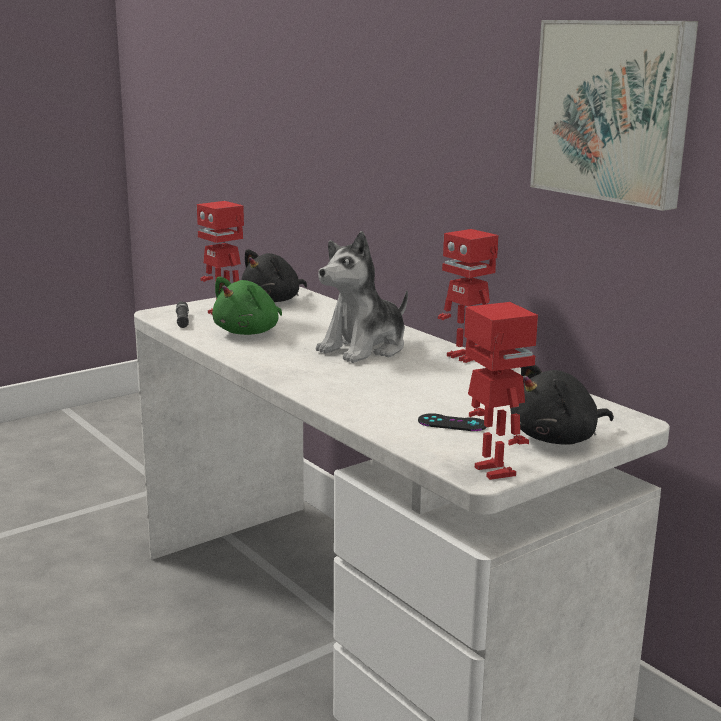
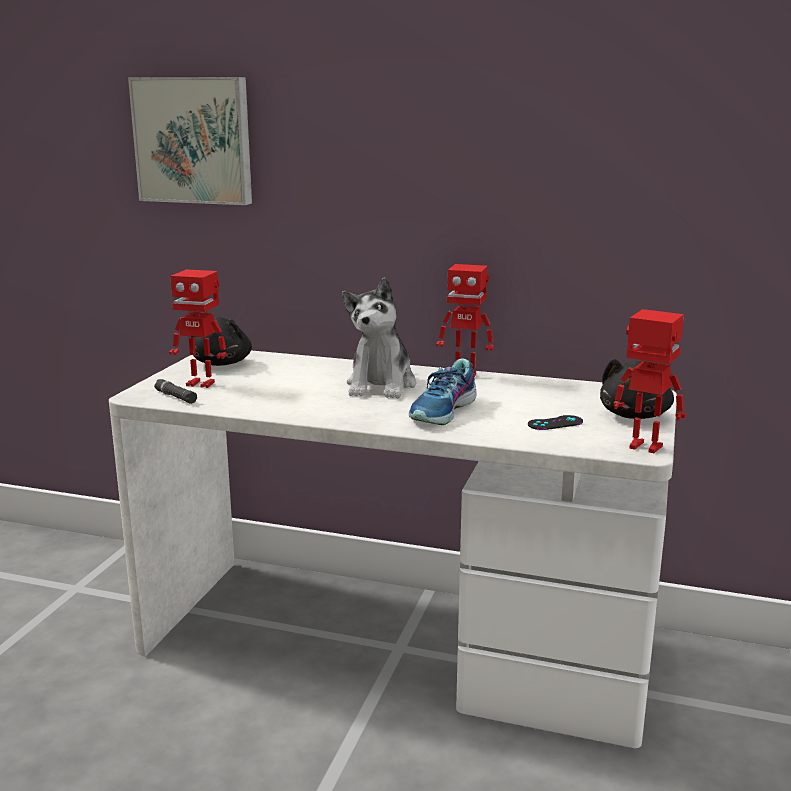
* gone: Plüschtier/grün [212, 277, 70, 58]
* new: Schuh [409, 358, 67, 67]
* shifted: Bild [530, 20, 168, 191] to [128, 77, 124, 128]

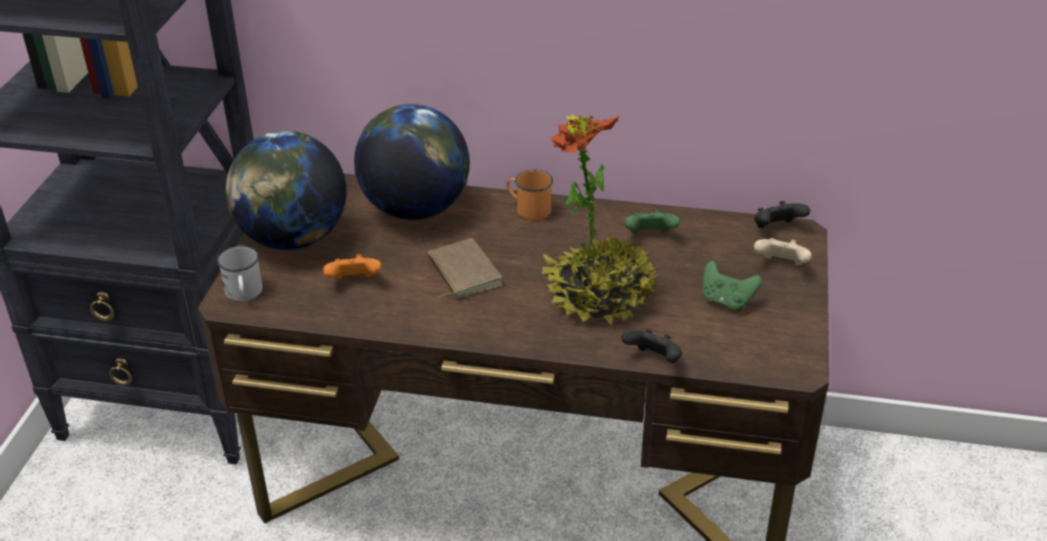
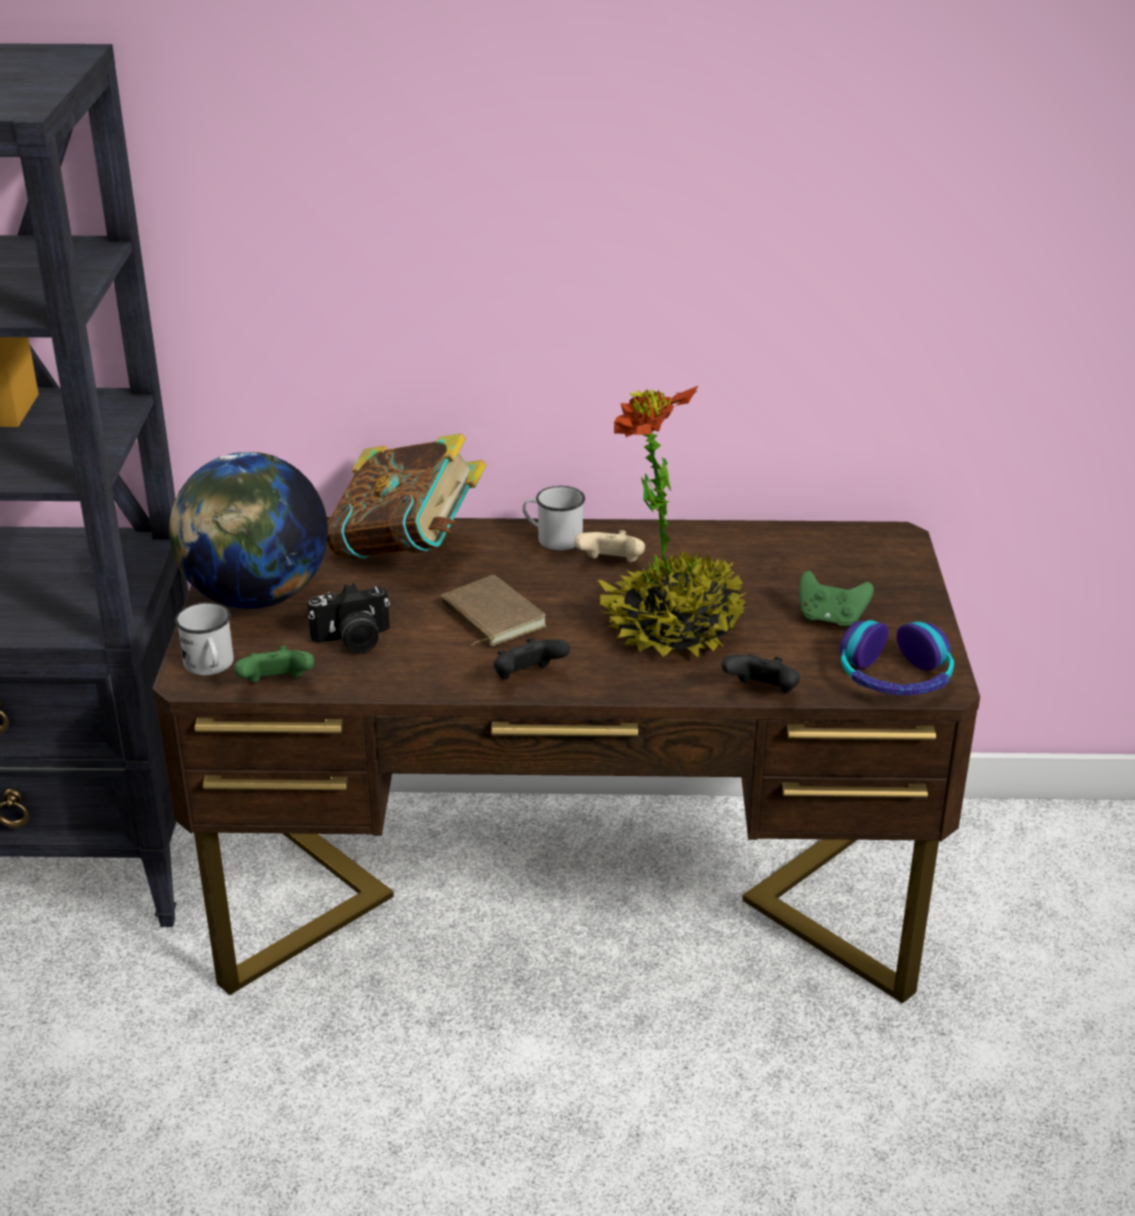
* new: Kopfhörer [840, 620, 114, 76]
* shifted: Gamepad/grün [624, 210, 56, 23] to [234, 646, 80, 37]
* shifted: Gamepad/schwarz [754, 201, 56, 27] to [494, 637, 76, 42]
* shifted: Gamepad/beige [754, 238, 58, 27] to [574, 530, 71, 32]
* swapped: Gamepad/orange [323, 254, 59, 26] to Kamera [307, 583, 83, 70]
* swapped: Globus [354, 104, 116, 116] to Buch [327, 433, 159, 127]
* repainted: Henkelbecher/orange [507, 170, 46, 51] to Henkelbecher/weiß [523, 486, 62, 64]

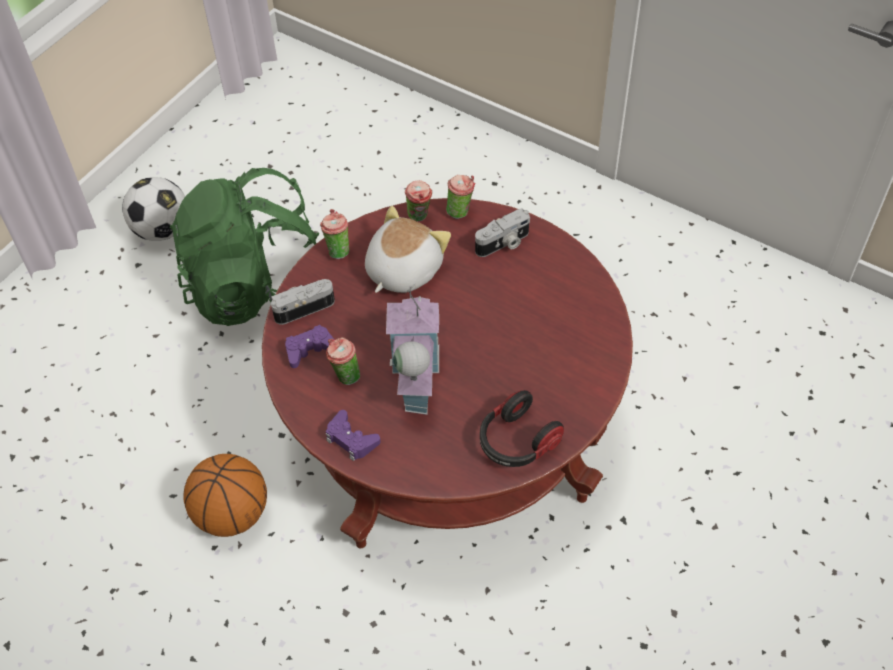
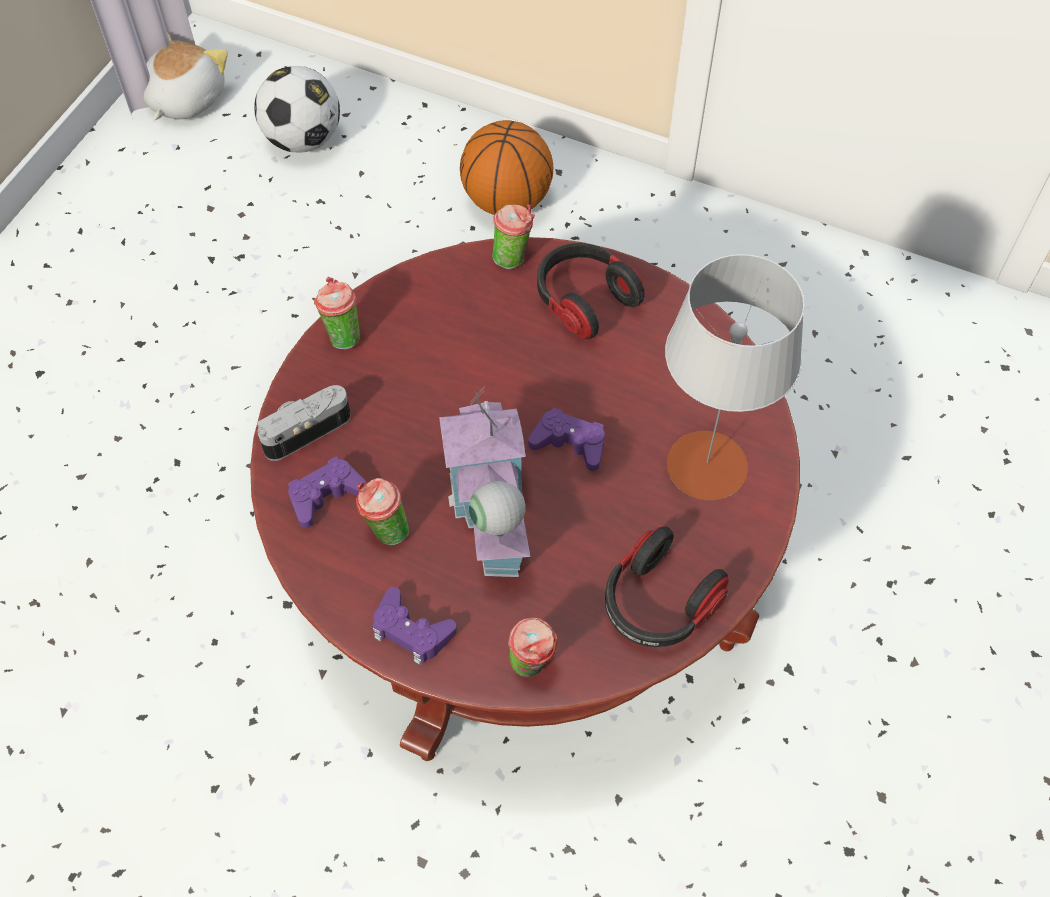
* gone: Rucksack/grün [170, 168, 149, 158]
* new: Gamepad/lila [528, 408, 77, 63]
* new: Tischlampe/grau [665, 254, 140, 247]
* shifted: Fußball [122, 177, 63, 64] to [254, 66, 86, 87]
* shifted: Basketball [184, 454, 83, 83] to [460, 120, 93, 95]
* shifted: Plüschtier [365, 206, 86, 87] to [144, 33, 84, 87]
* shifted: Tasse [405, 180, 27, 41] to [509, 617, 48, 60]
* swapped: Kamera [475, 209, 55, 48] to Kopfhörer [537, 243, 108, 96]

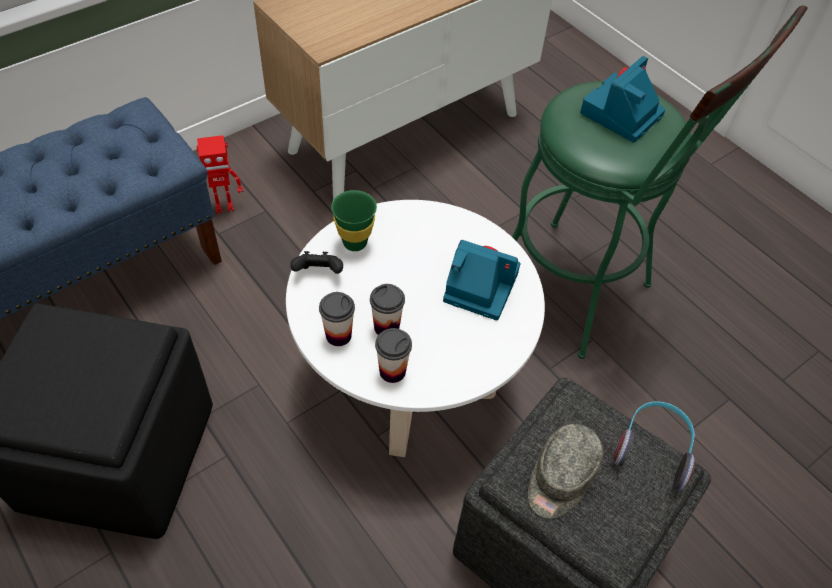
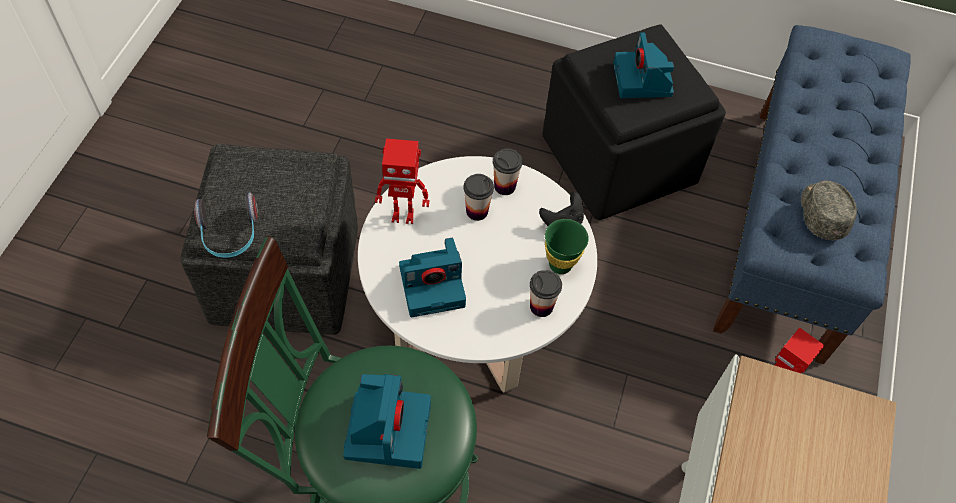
* new: Spielzeugroboter [375, 139, 54, 85]
* new: Kamera [613, 32, 61, 66]
* shifted: Tasse [375, 328, 37, 55] to [530, 270, 32, 47]
* shifted: Kappe/grau [528, 424, 75, 95] to [801, 180, 56, 60]

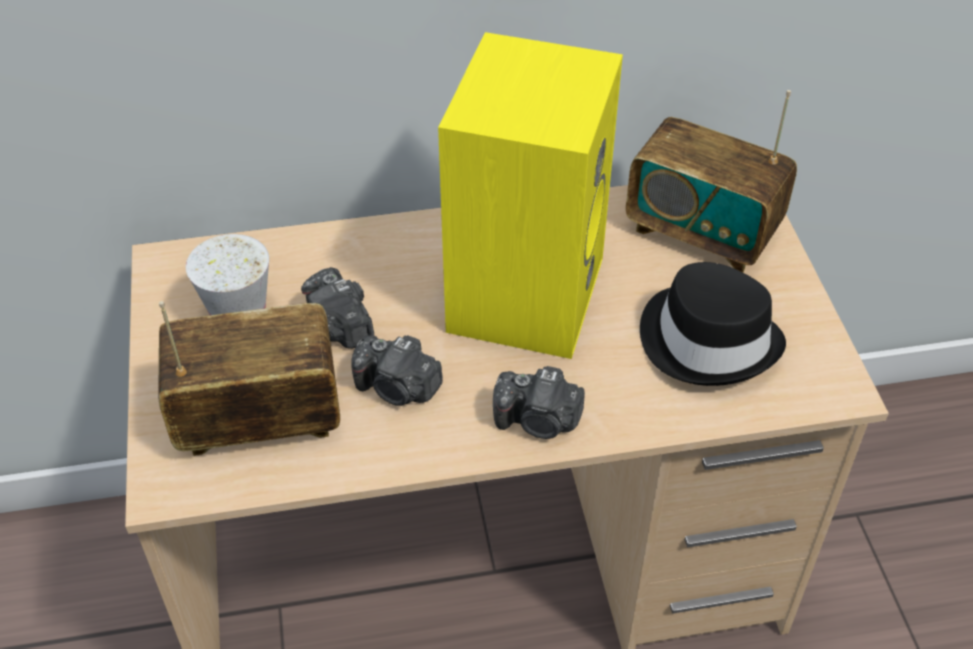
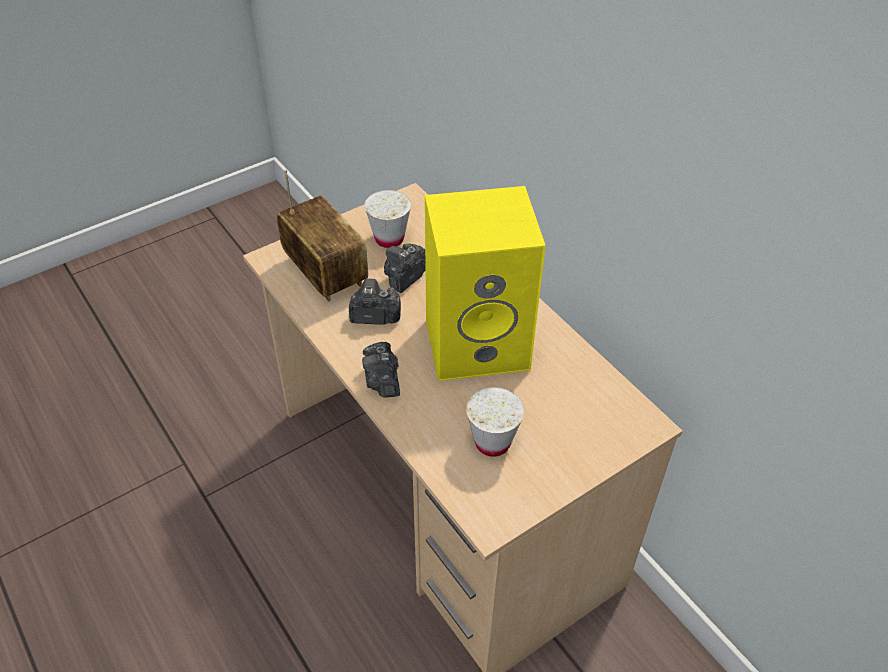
* gone: Radio [626, 90, 171, 182]
* swapped: Hut/schwarz [640, 262, 146, 124] to Tasse/weiß [466, 387, 58, 70]
* rotated: Kamera [351, 335, 92, 71] = [349, 279, 52, 46] 90 degrees clockwise

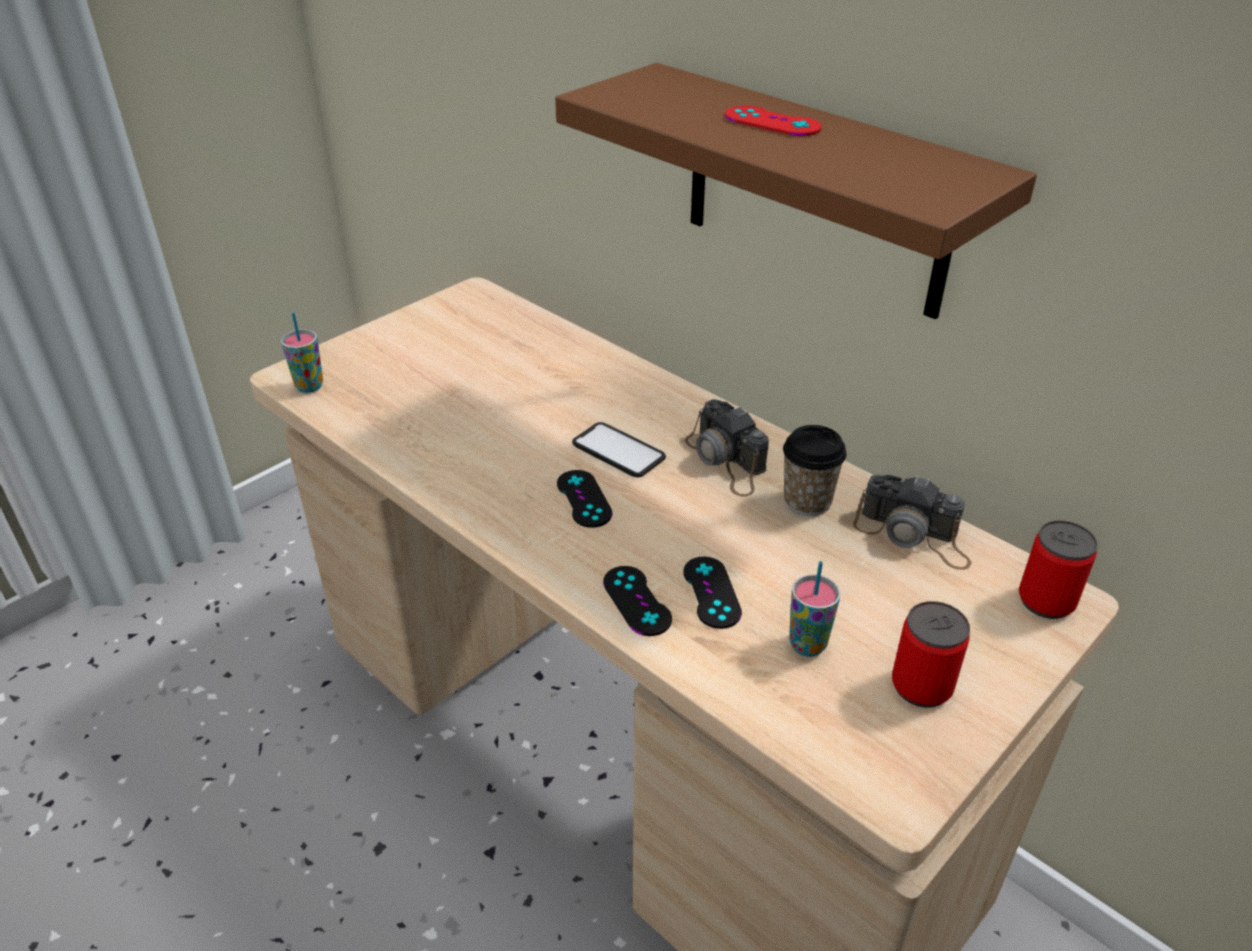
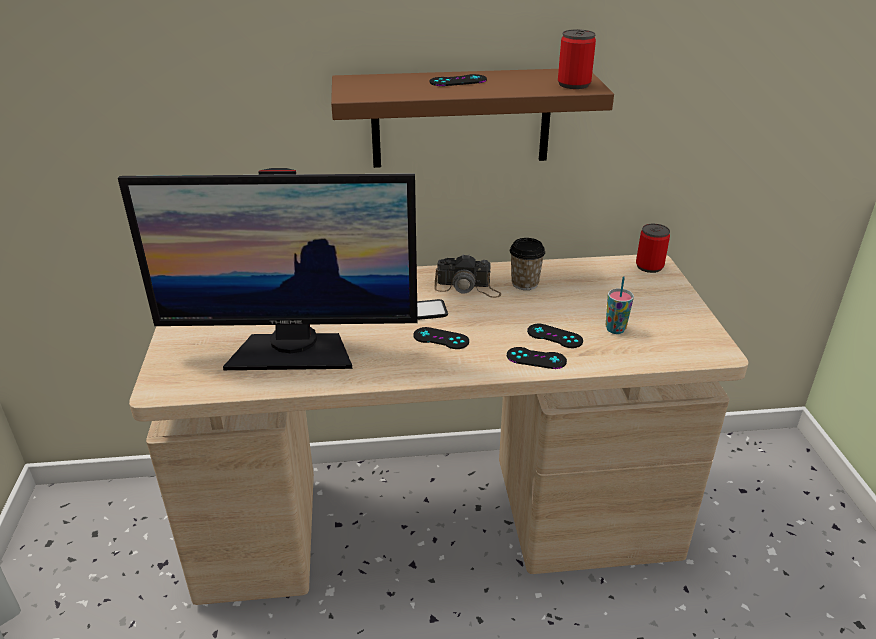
* gone: Tasse [281, 312, 42, 81]
* gone: Kamera [853, 475, 118, 95]
* new: Monitor [118, 168, 300, 202]
* shifted: Dose [892, 601, 78, 107] to [558, 29, 38, 60]
* repainted: Gamepad/rot [725, 106, 97, 30] to Gamepad/schwarz [429, 74, 58, 12]

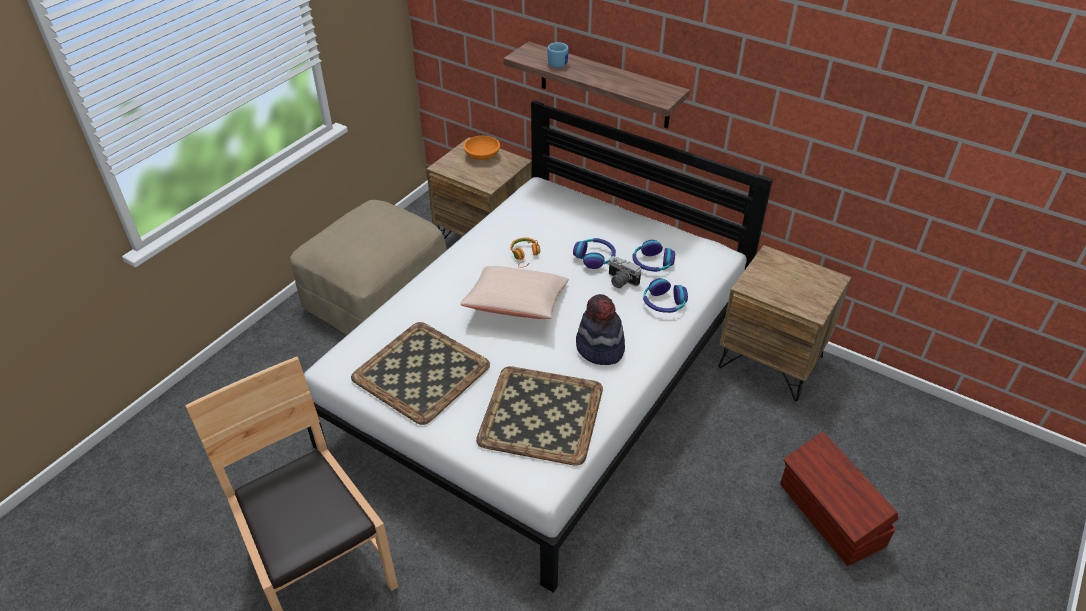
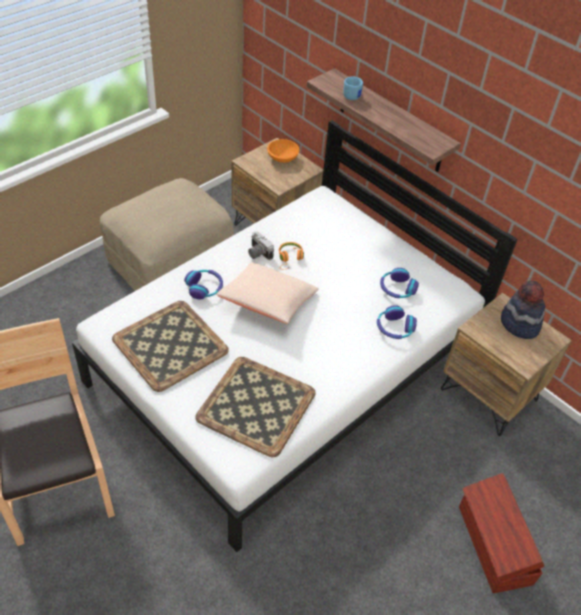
* shifted: Kopfhörer [573, 238, 43, 31] to [184, 270, 39, 30]
* shifted: Hut [576, 294, 49, 71] to [501, 280, 44, 59]
* shifted: Kamera [608, 256, 33, 32] to [248, 231, 26, 29]

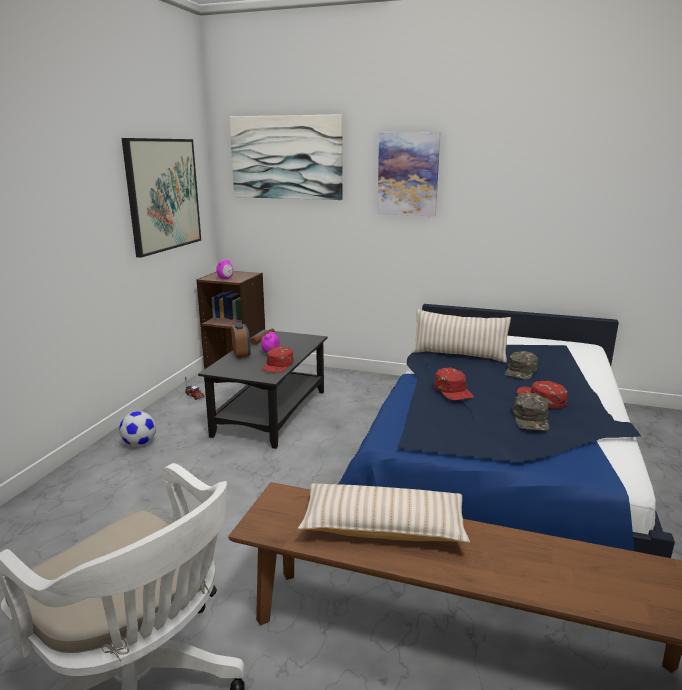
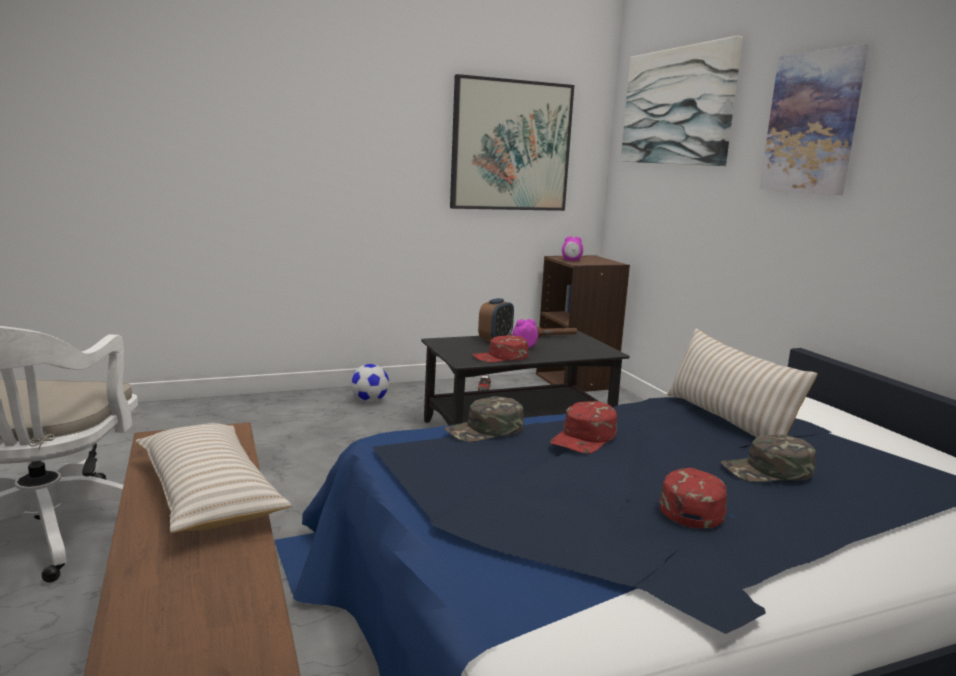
* shifted: Kappe/grün [513, 393, 36, 38] to [445, 396, 79, 46]

